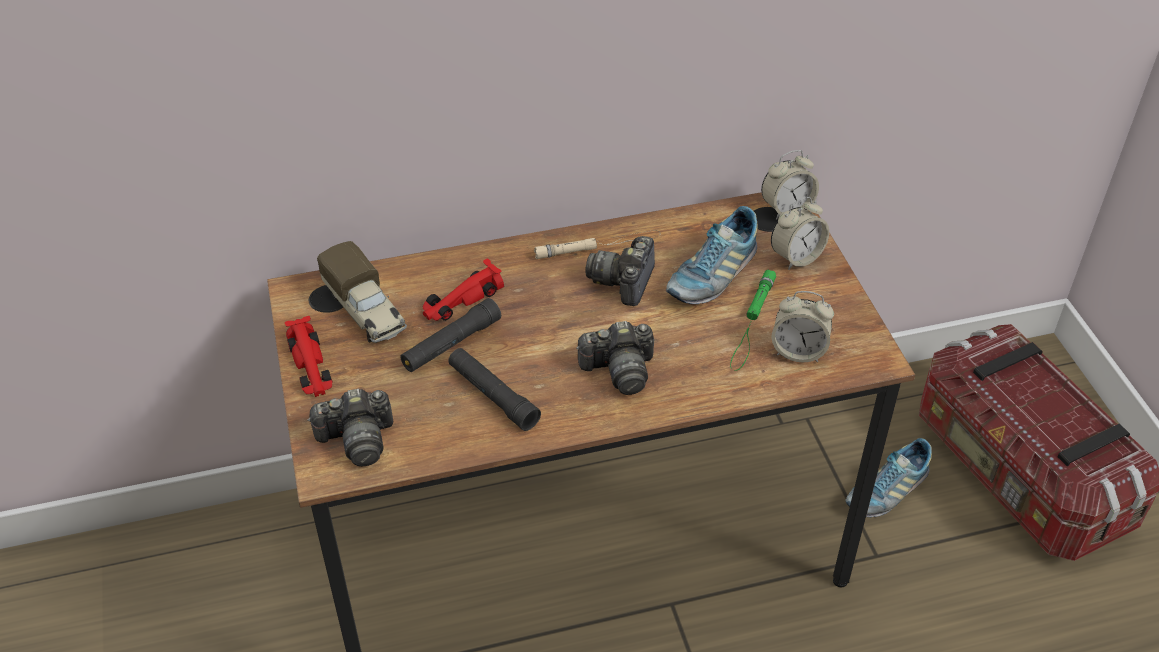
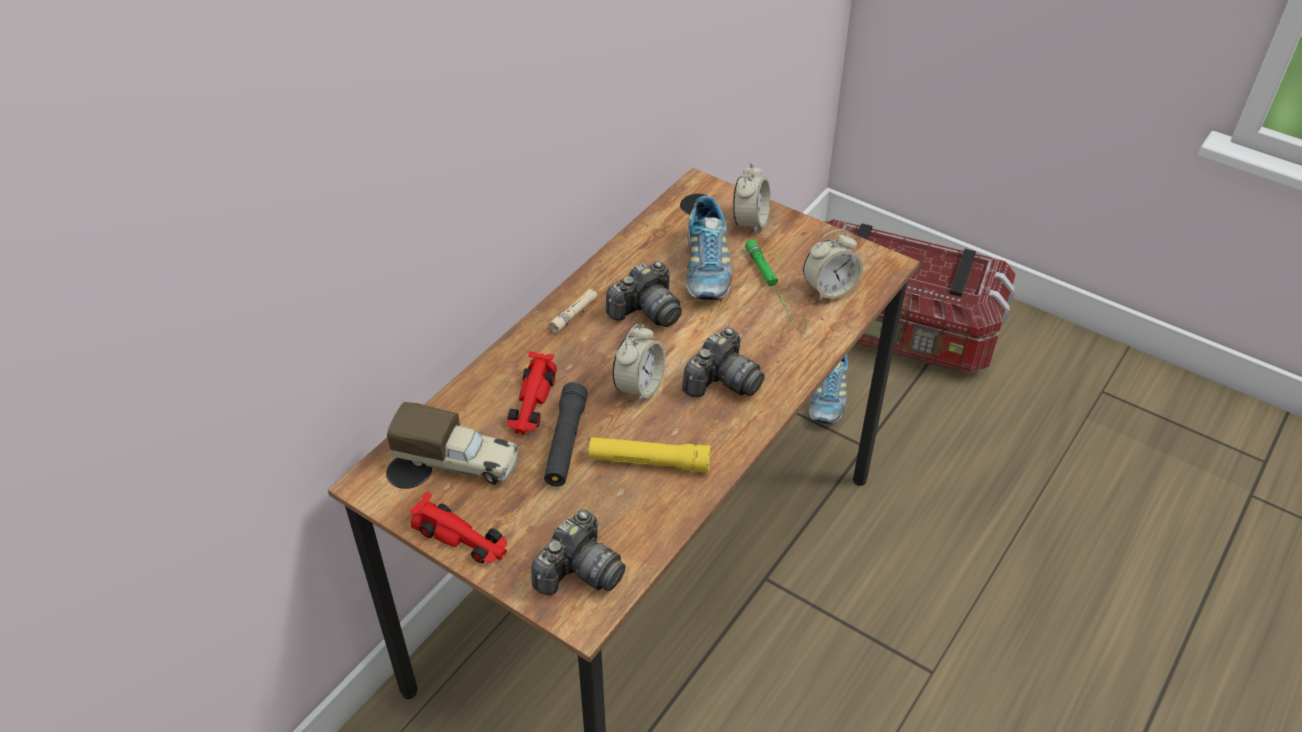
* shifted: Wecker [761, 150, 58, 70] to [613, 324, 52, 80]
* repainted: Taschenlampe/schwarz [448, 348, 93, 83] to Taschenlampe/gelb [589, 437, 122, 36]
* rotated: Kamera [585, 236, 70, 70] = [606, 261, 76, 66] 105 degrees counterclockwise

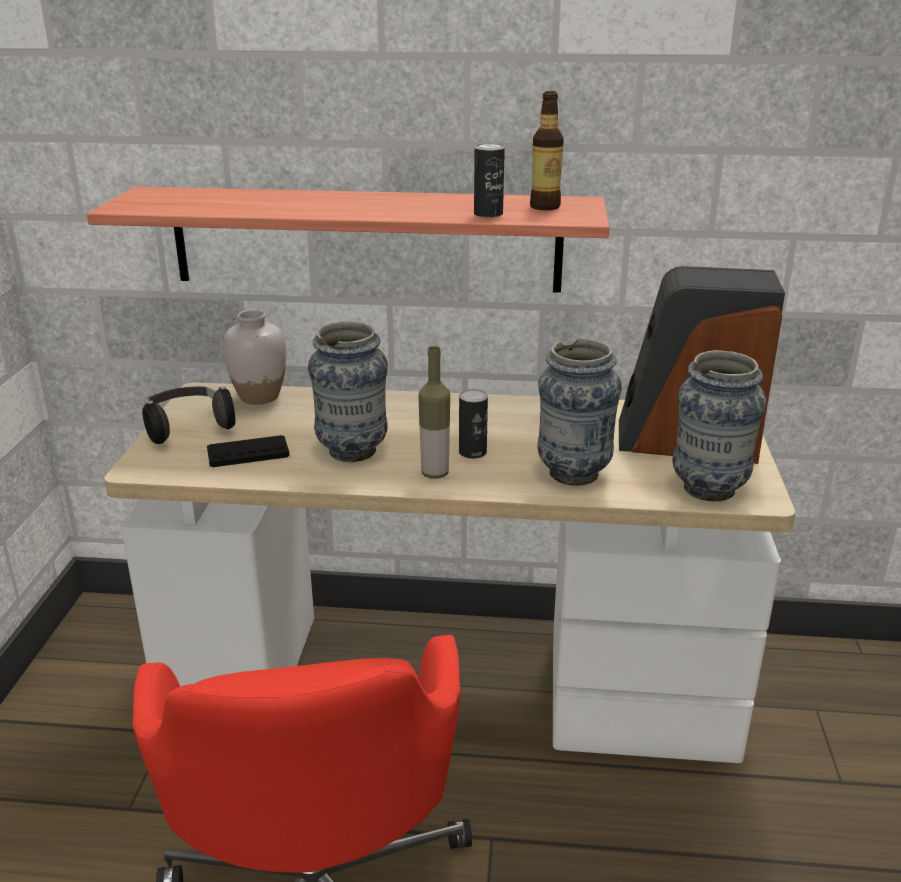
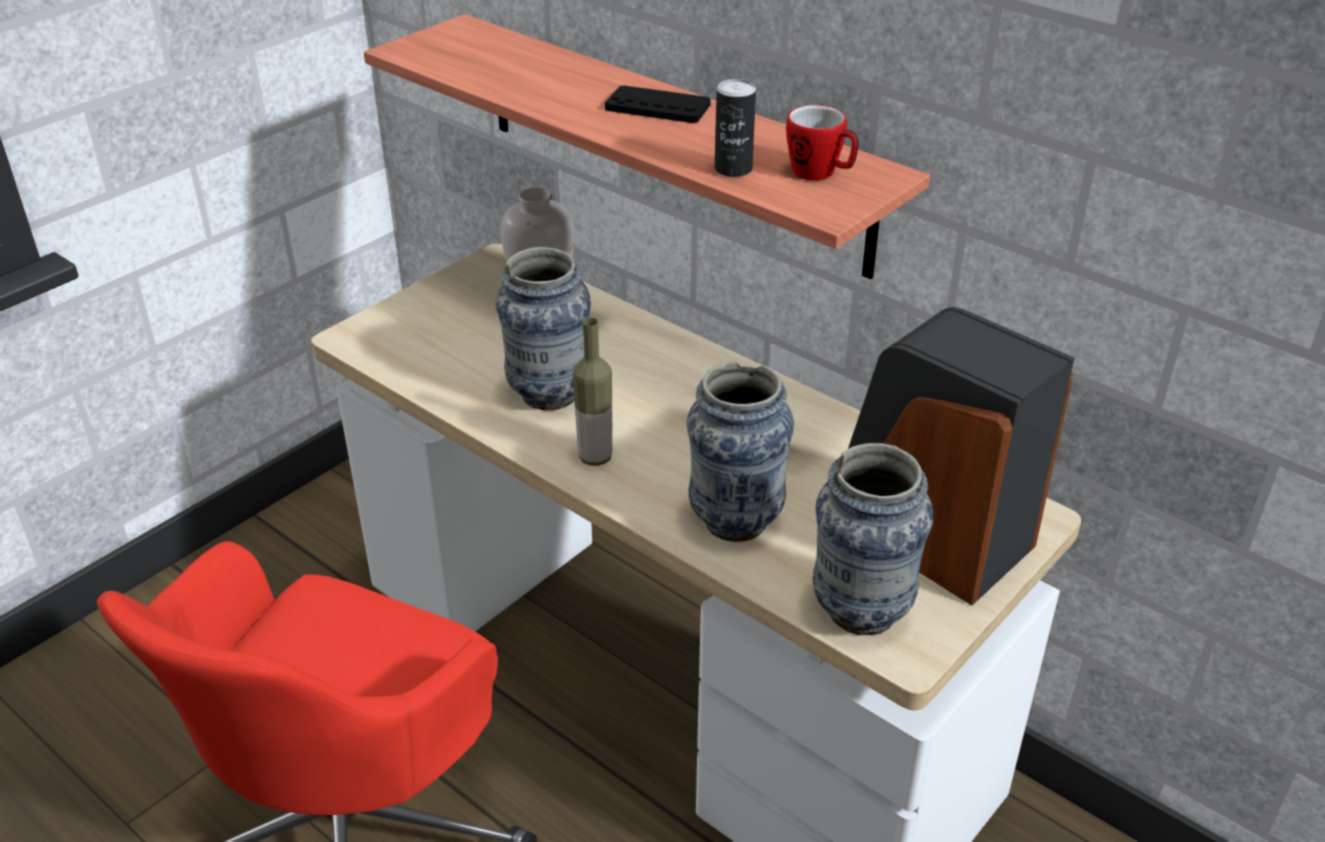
* gone: Kopfhörer [142, 386, 93, 58]
* gone: Dose [459, 389, 29, 70]
* shifted: Gamepad/schwarz [207, 435, 82, 32] to [605, 85, 106, 38]
* swapped: Flasche [530, 91, 34, 119] to Henkelbecher [786, 105, 73, 76]

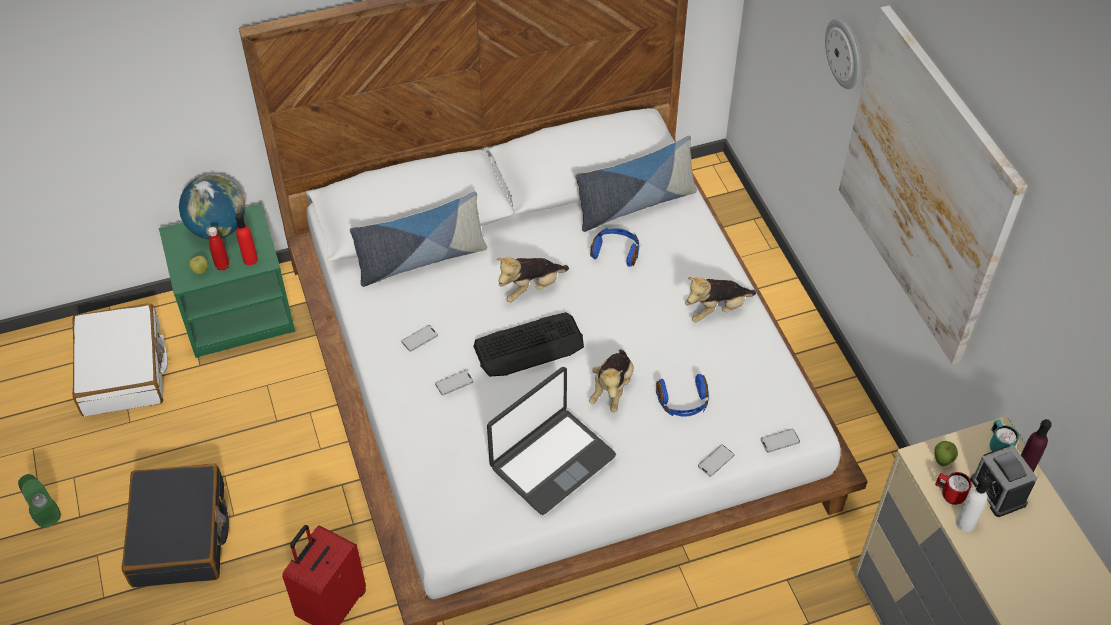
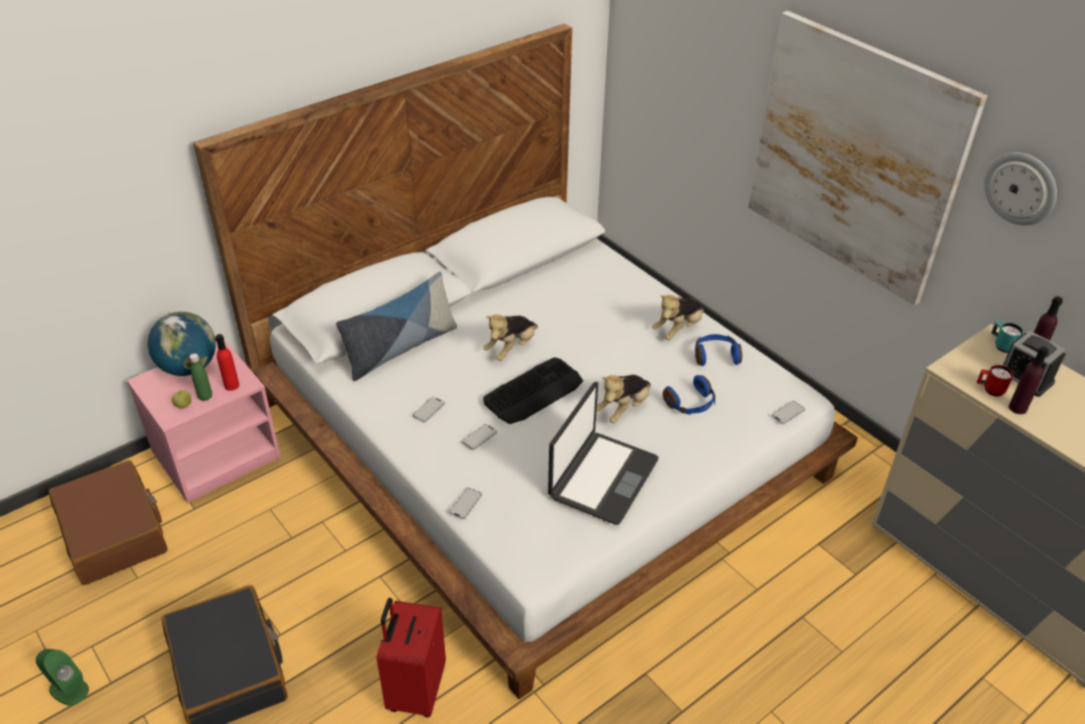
* gone: Kissen [575, 135, 122, 97]
* gone: Apfel [934, 441, 24, 25]
* shifted: Kopfhörer/blau [590, 228, 49, 39] to [695, 334, 47, 32]
* shifted: Handy [698, 445, 36, 32] to [449, 488, 33, 31]
* shifted: Wanduhr [825, 19, 35, 70] to [984, 152, 73, 73]
* repainted: Koffer/weiß [72, 303, 96, 114] to Koffer/braun [49, 460, 118, 125]
* repainted: Nachttisch/grün [159, 204, 136, 154] to Nachttisch/rosa [127, 339, 154, 164]
* repainted: Flasche/rot [208, 227, 21, 43] to Flasche/grün [189, 353, 23, 48]
* repainted: Flasche/weiß [956, 475, 34, 57] to Flasche/lila [1009, 347, 40, 67]
* rotated: Plüschtier [589, 349, 45, 63] = [596, 375, 55, 48] 45 degrees clockwise

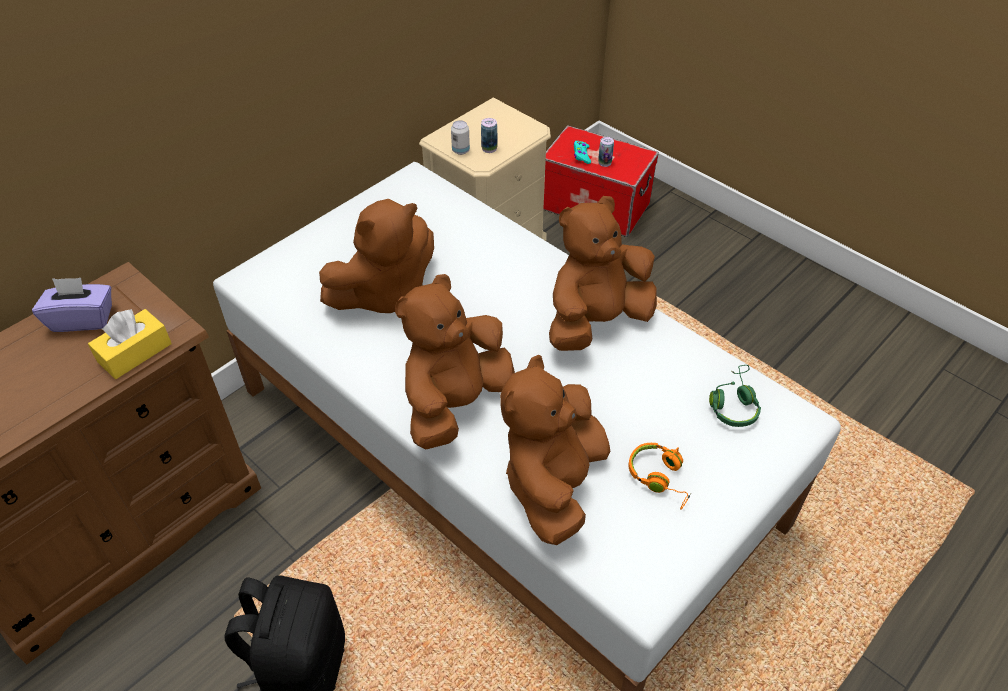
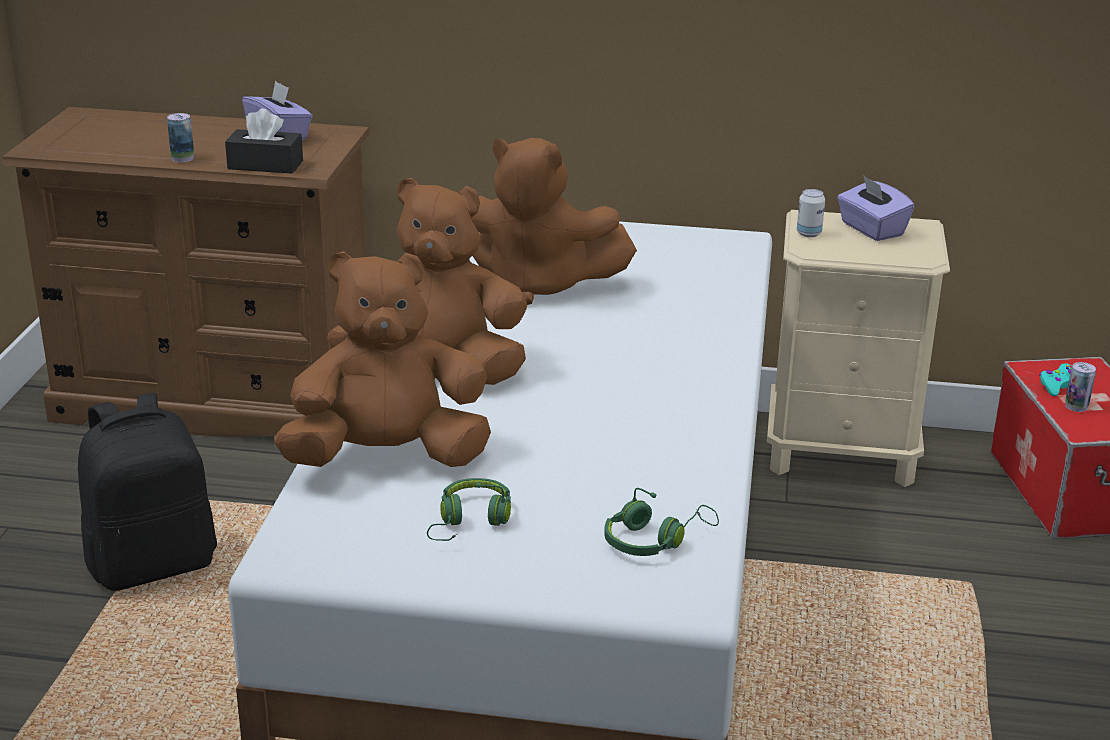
* gone: Plüschtier/braun [549, 196, 108, 155]
* new: Taschentuchbox/lila [837, 175, 77, 66]
* shifted: Dose [481, 118, 16, 35] to [167, 113, 27, 49]
* repainted: Taschentuchbox/gelb [88, 309, 84, 70] to Taschentuchbox/schwarz [225, 108, 78, 66]
* repainted: Kopfhörer/orange [628, 443, 63, 67] to Kopfhörer/grün [427, 478, 84, 63]

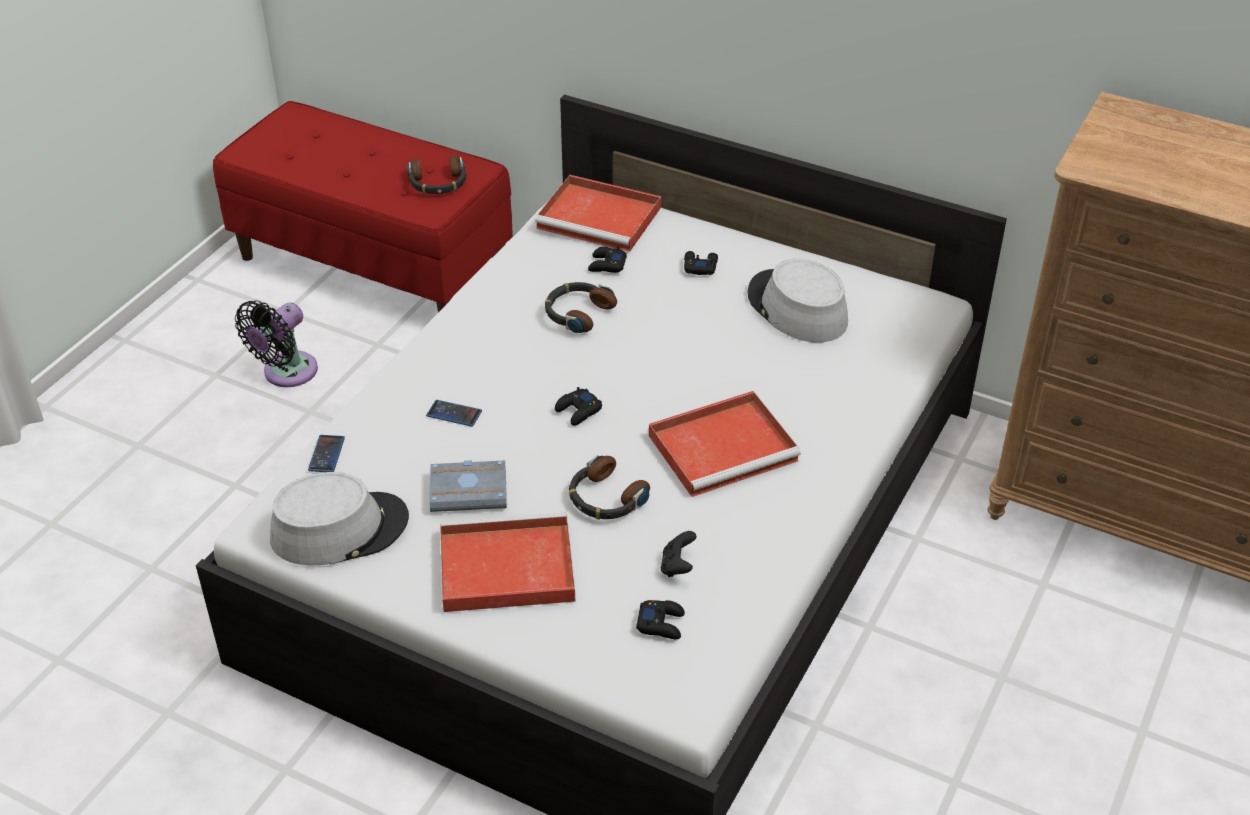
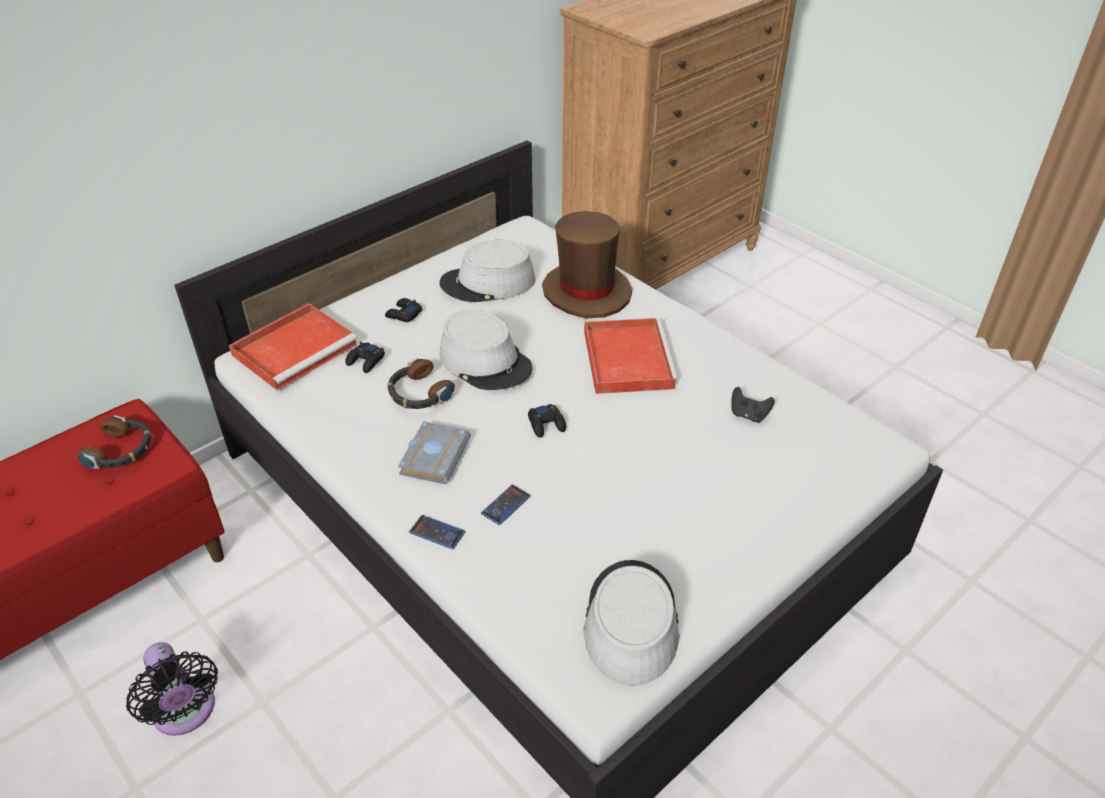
* gone: Tablett/rot [440, 513, 135, 99]
* gone: Kopfhörer [569, 455, 81, 65]
* gone: Gamepad/schwarz [636, 600, 49, 39]
* new: Hut/grau [439, 310, 93, 80]
* new: Hut/braun [542, 211, 90, 107]
* shifted: Handy [308, 435, 37, 37] to [409, 515, 56, 34]
* shifted: Buch/grau [429, 460, 78, 52] to [398, 421, 73, 63]

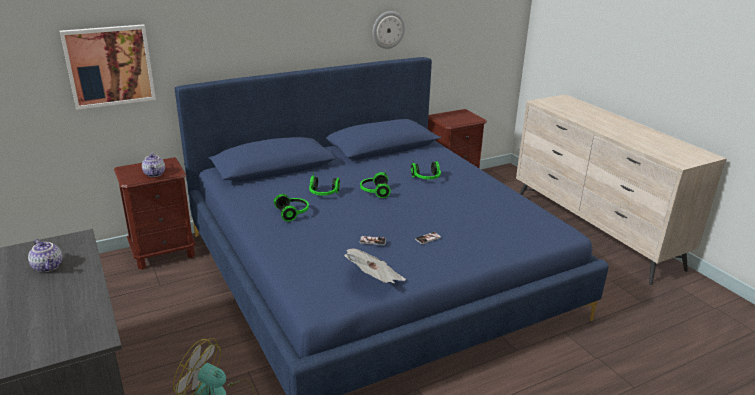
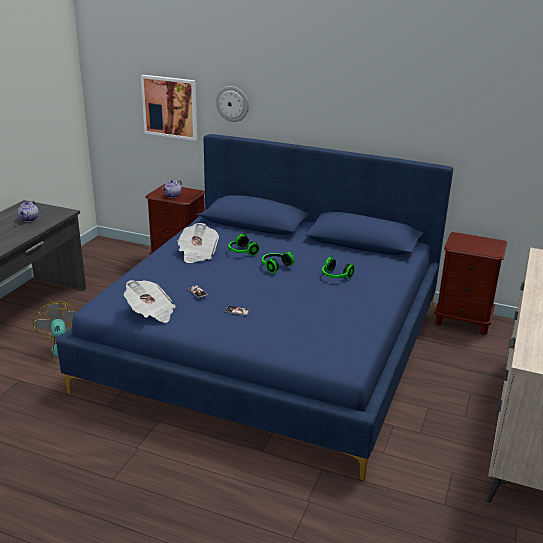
* shifted: Wanduhr [373, 11, 32, 38] to [216, 86, 33, 36]
* swapped: Kopfhörer [274, 194, 35, 28] to Zeitung [177, 223, 42, 40]

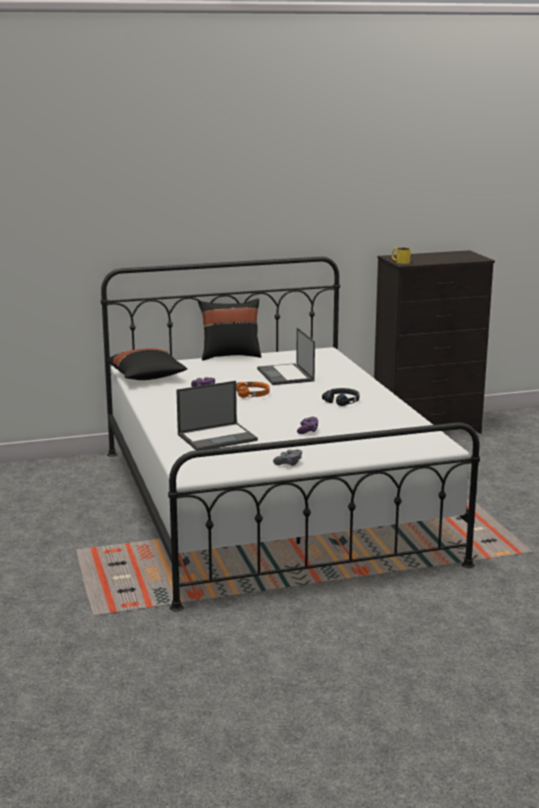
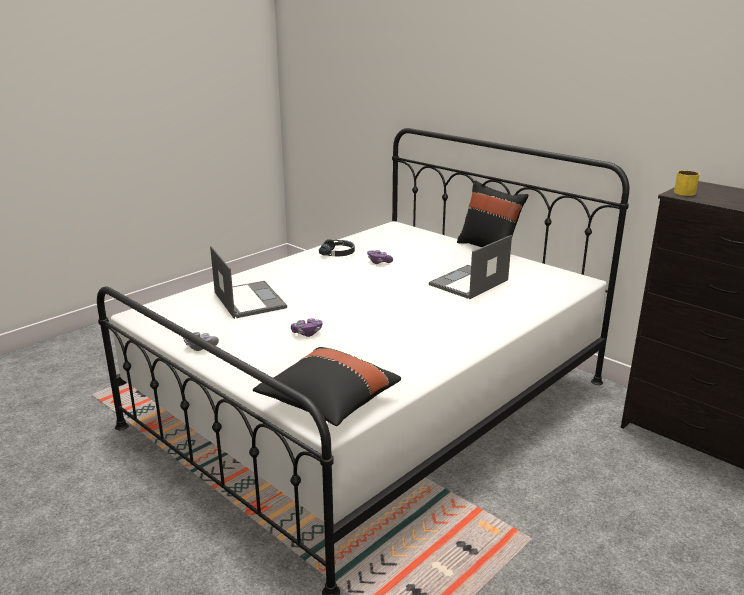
* gone: Kopfhörer/orange [236, 382, 34, 16]
* shifted: Kissen/schwarz [106, 348, 81, 32] to [253, 347, 148, 79]
* shifted: Kopfhörer/schwarz [322, 388, 37, 18] to [319, 239, 36, 17]
* rotated: Laptop [176, 381, 82, 69] = [210, 246, 77, 73] 150 degrees counterclockwise

